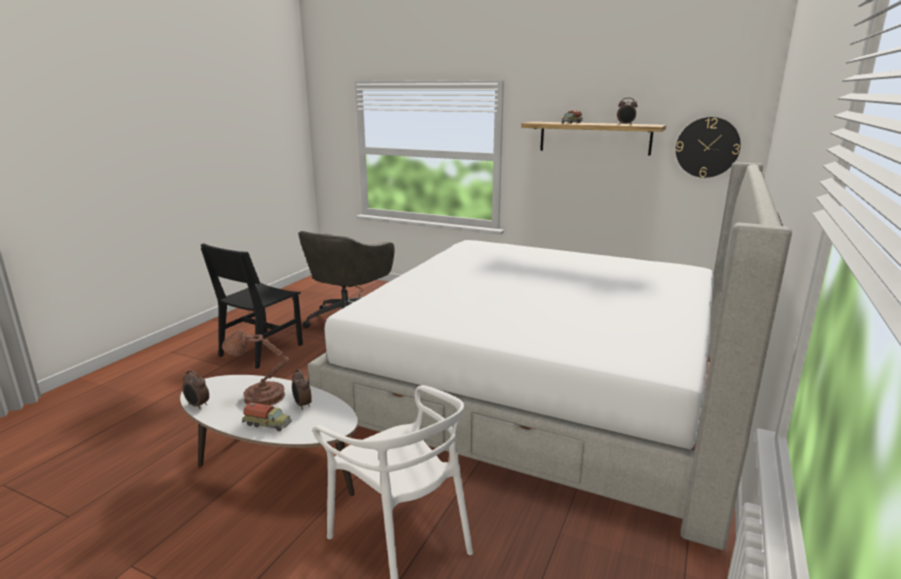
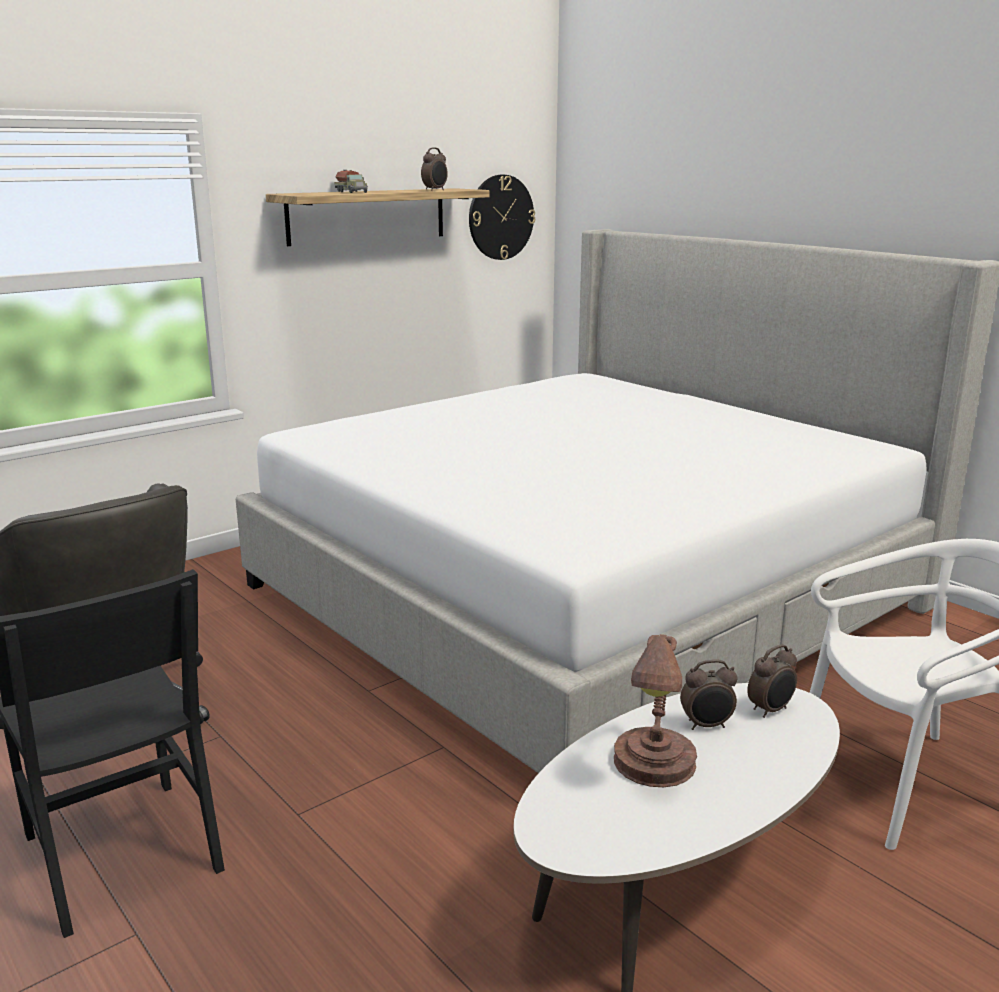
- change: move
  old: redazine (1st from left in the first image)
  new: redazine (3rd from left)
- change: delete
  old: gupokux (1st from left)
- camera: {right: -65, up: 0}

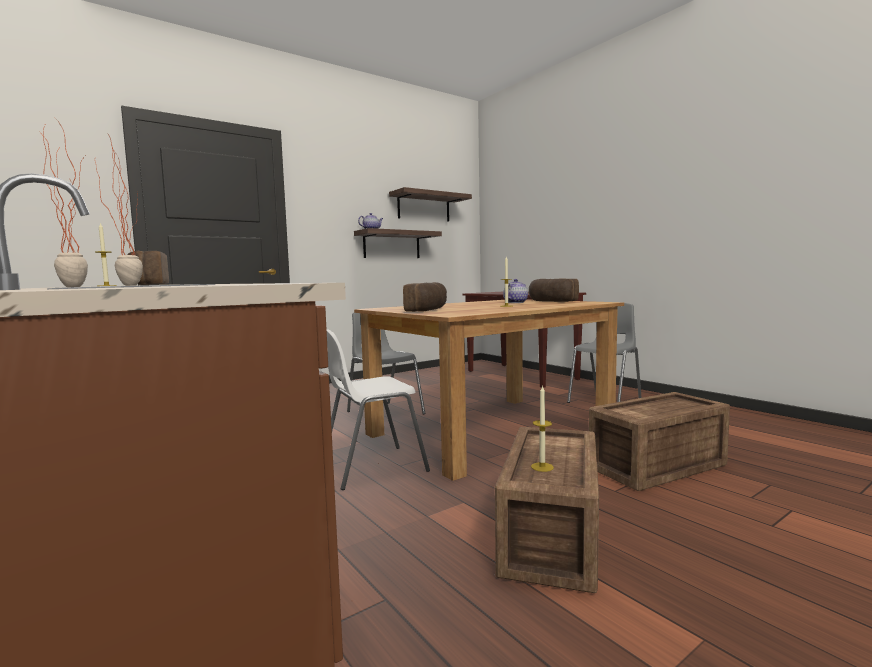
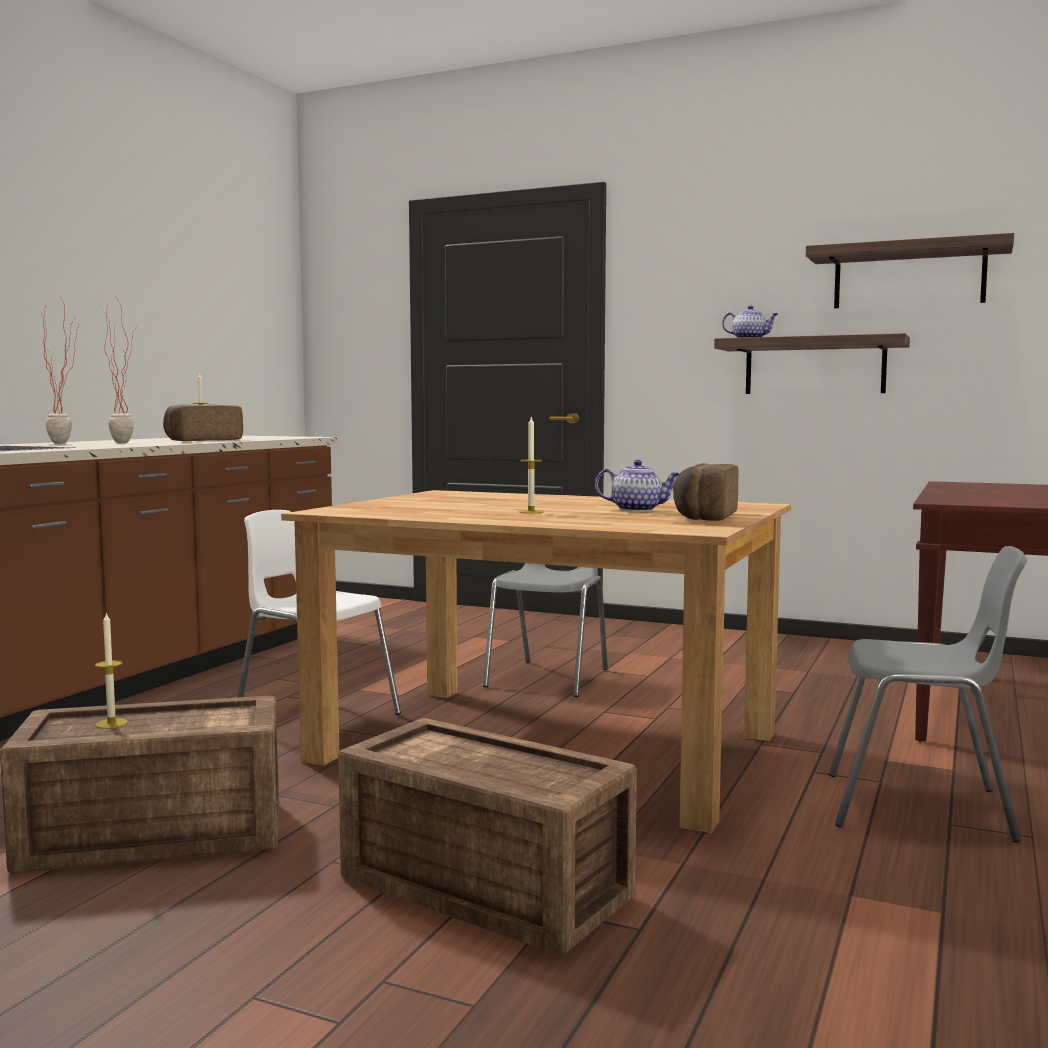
- change: delete
  old: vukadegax (2nd from left)
- camera: {right: 60, up: 0}

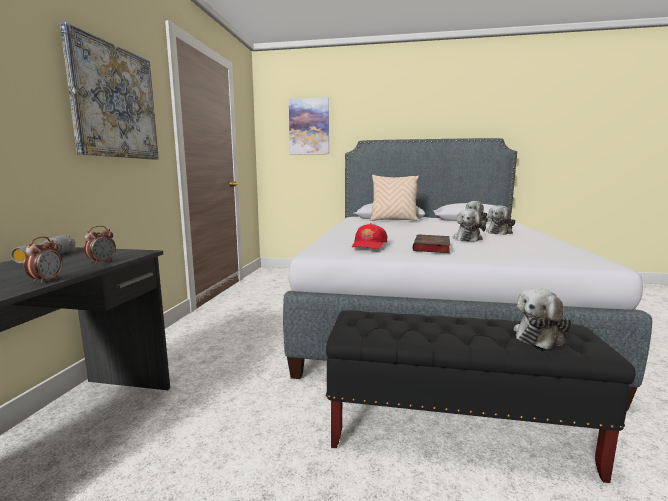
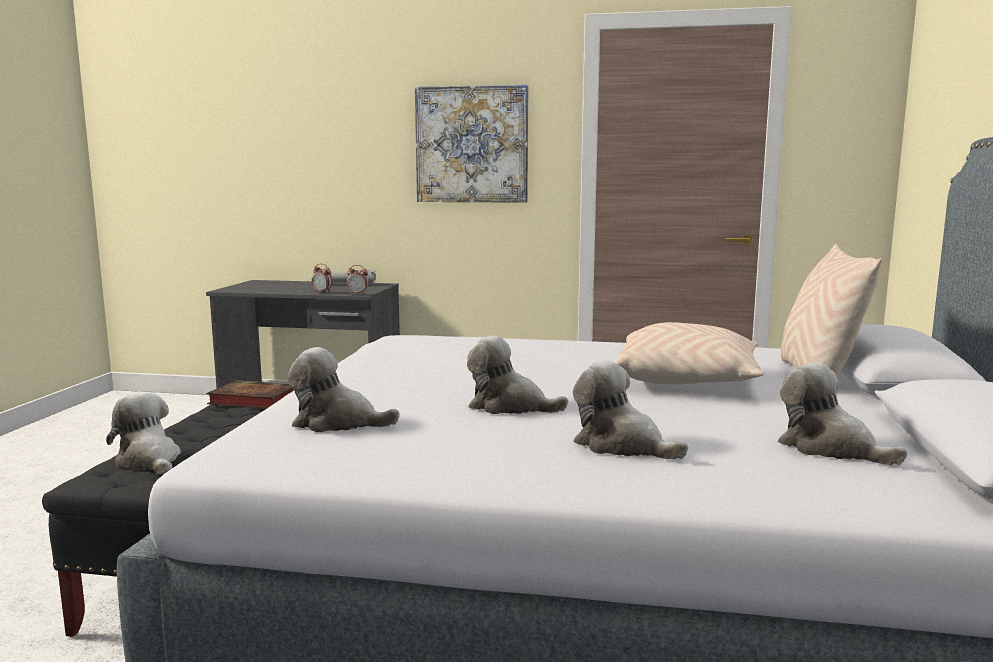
- change: delete
  old: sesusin (2nd from left)
- change: delete
  old: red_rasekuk
- change: move
  old: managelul
- change: move
  old: redazine (1st from left in the first image)
  new: redazine (2nd from left)
- change: insert
  new: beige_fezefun (1st from left)
- change: insert
  new: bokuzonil (2nd from left)
- camera: {right: 90, up: 0}

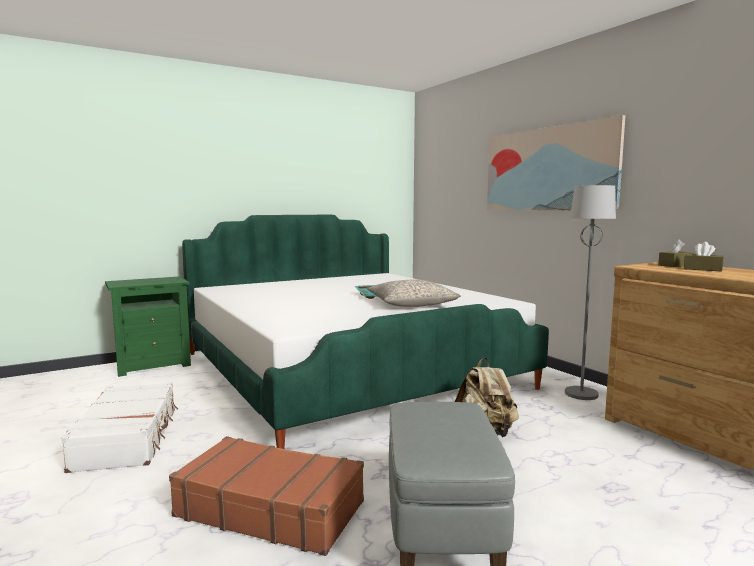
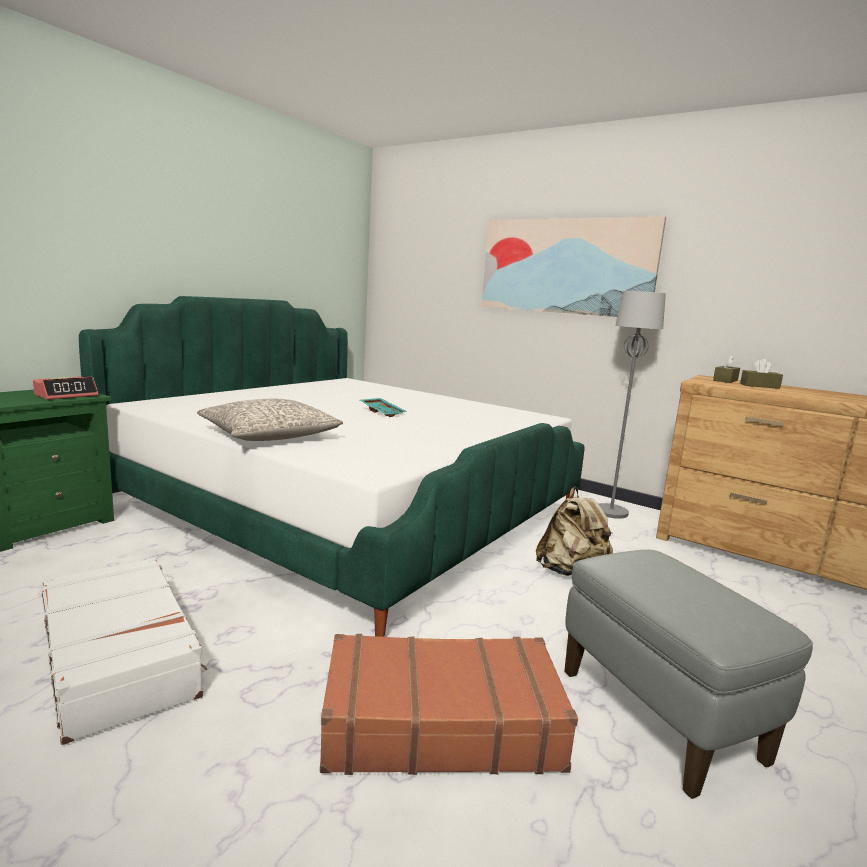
- change: move
  old: grey_fezefun
- change: insert
  new: redazine
- camera: {right: -25, up: 5}

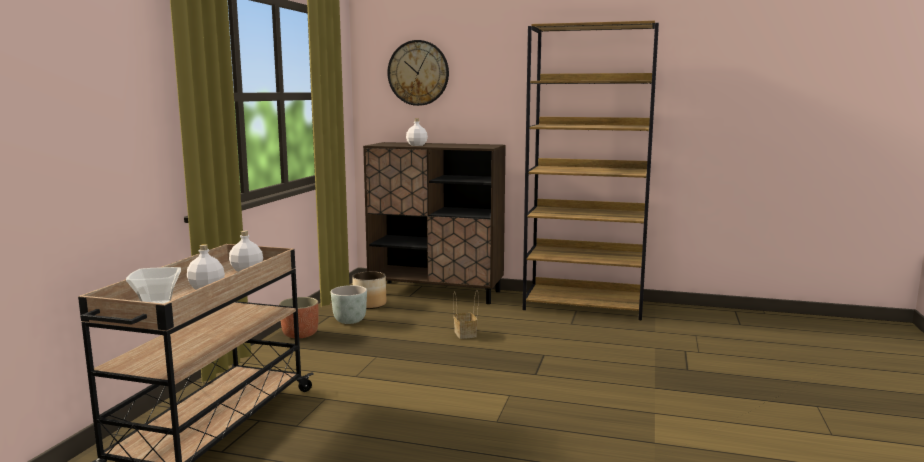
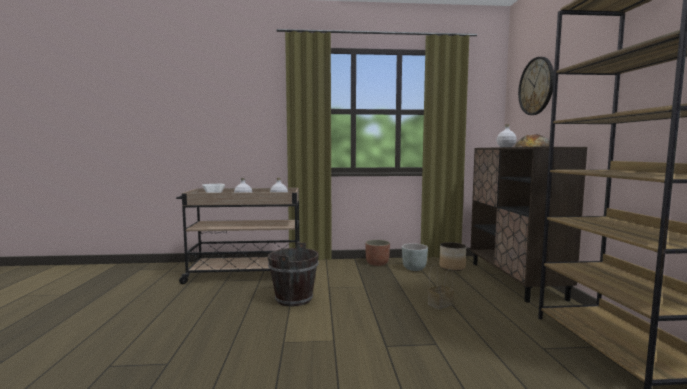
- change: insert
  new: vukadegax
- change: insert
  new: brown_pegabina
- camera: {right: 70, up: -5}

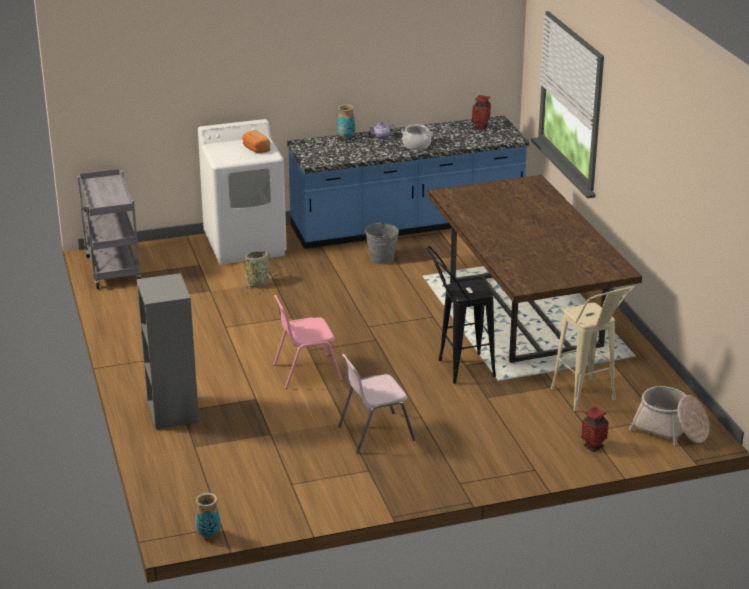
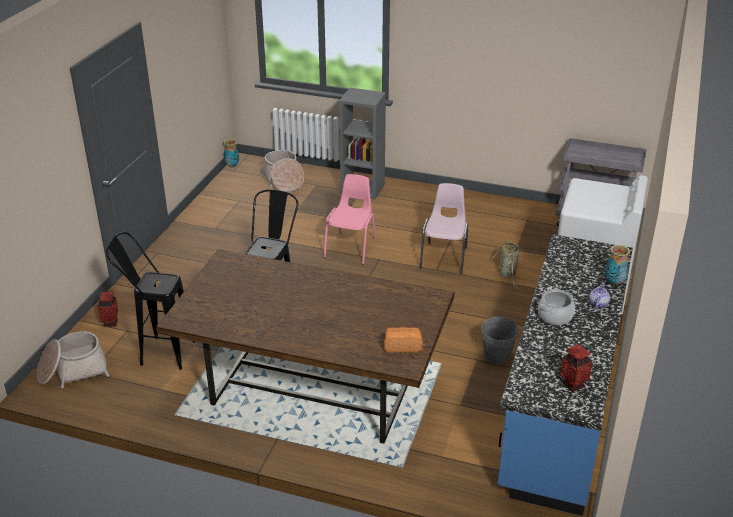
- change: move
  old: vukadegax
- change: recolor
  old: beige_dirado
  new: black_dirado (1st from left)
- change: move
  old: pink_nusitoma (2nd from left)
- change: insert
  new: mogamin (2nd from left)
- camera: {right: 125, up: 5}

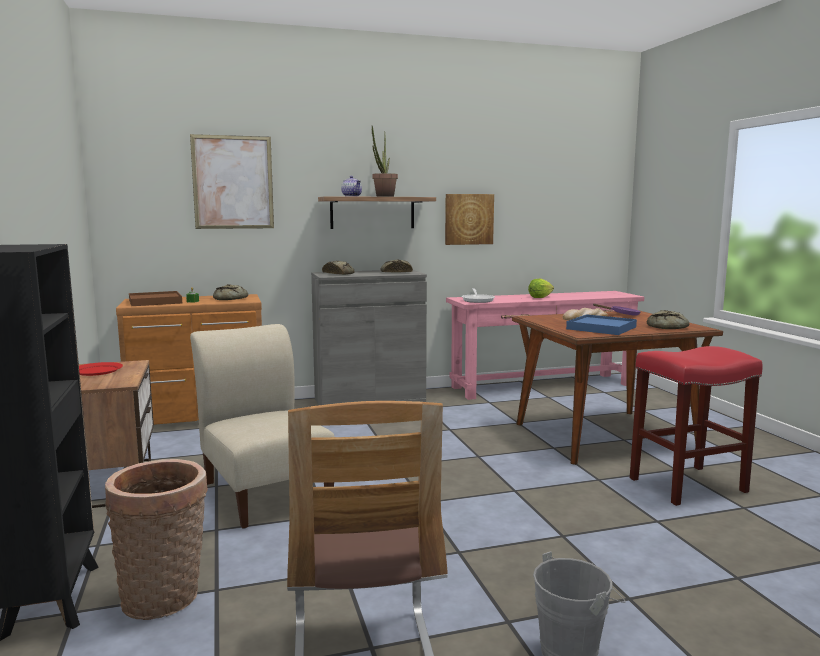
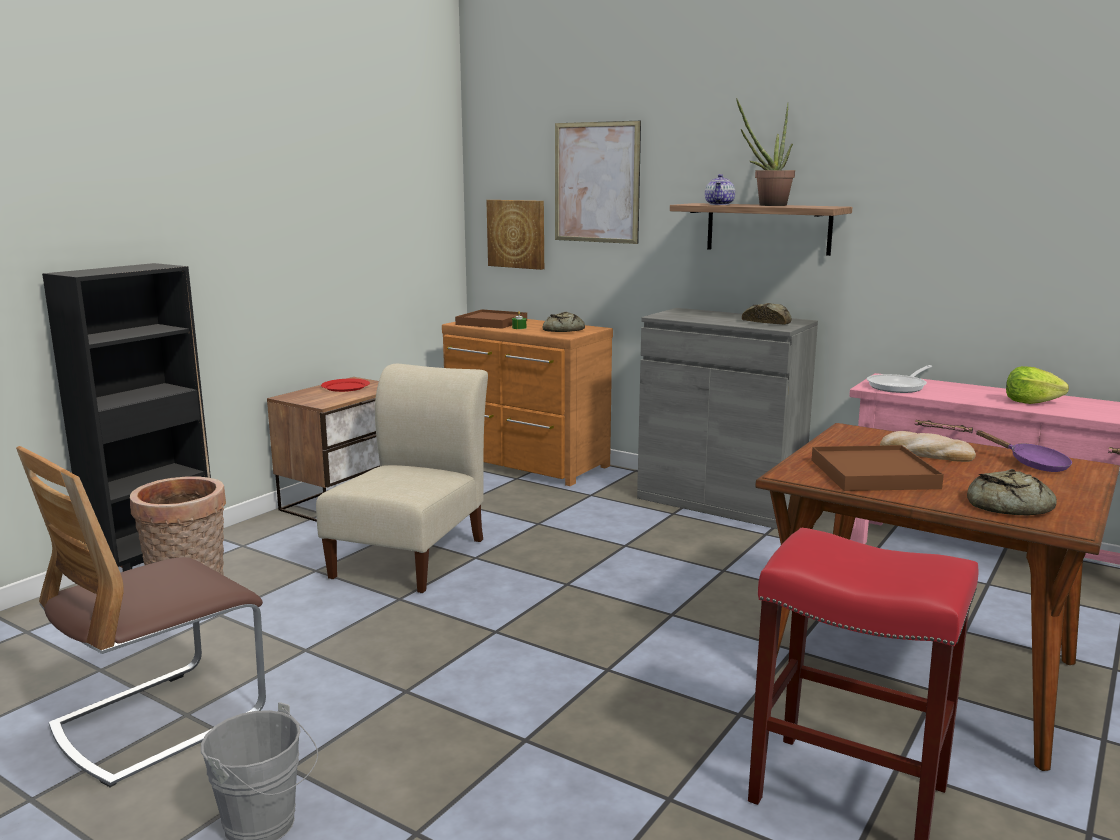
- change: move
  old: sesusin (2nd from left in the first image)
  new: sesusin (1st from left)
- change: delete
  old: vukadegax (2nd from left)
- change: recolor
  old: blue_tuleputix
  new: brown_tuleputix (2nd from left)
- camera: {right: 50, up: 5}

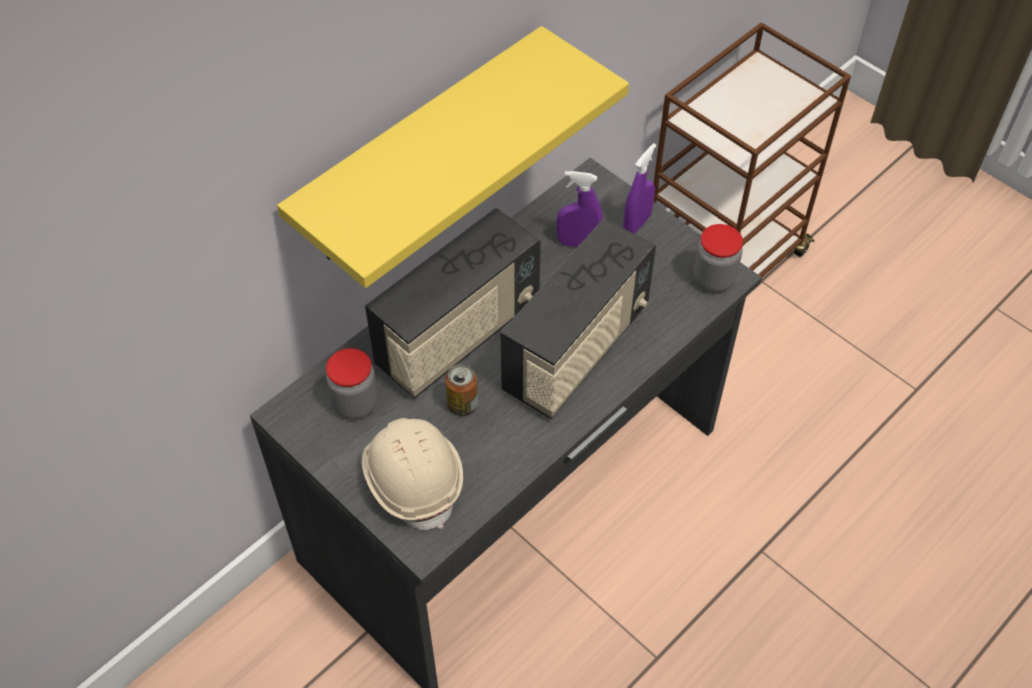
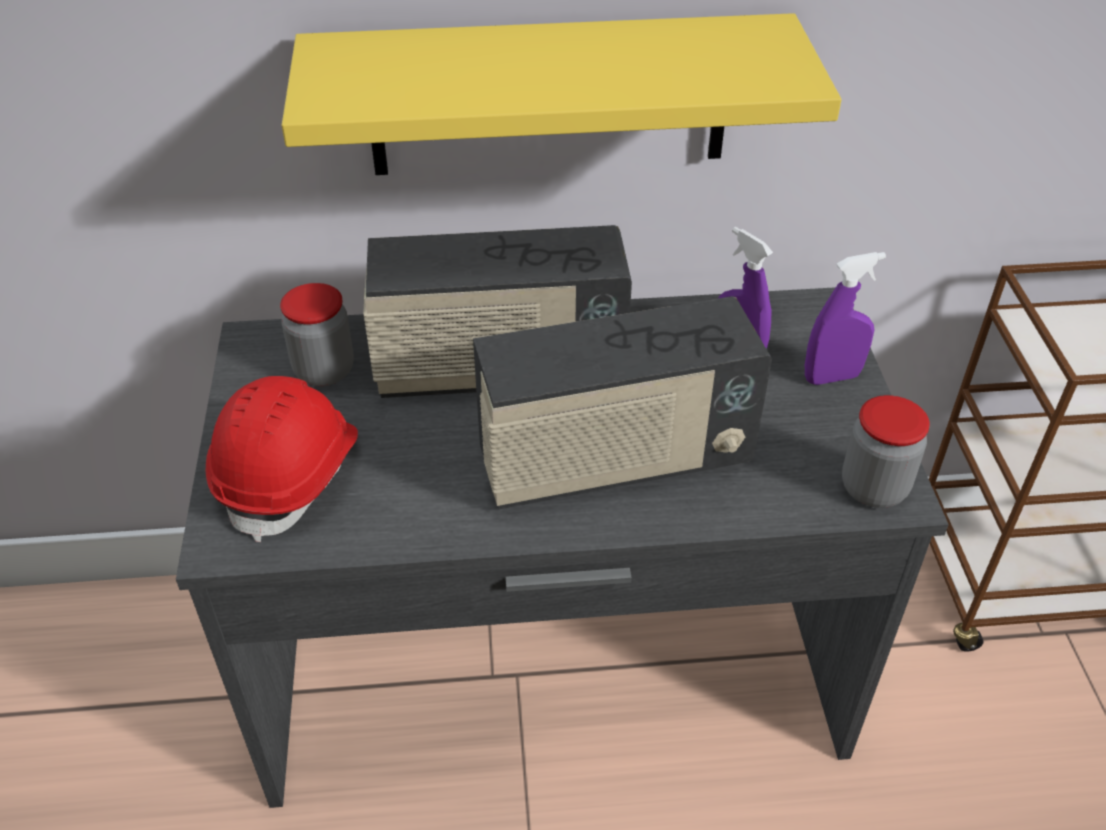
- change: delete
  old: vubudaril
- change: recolor
  old: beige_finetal
  new: red_finetal
- camera: {right: 40, up: -10}

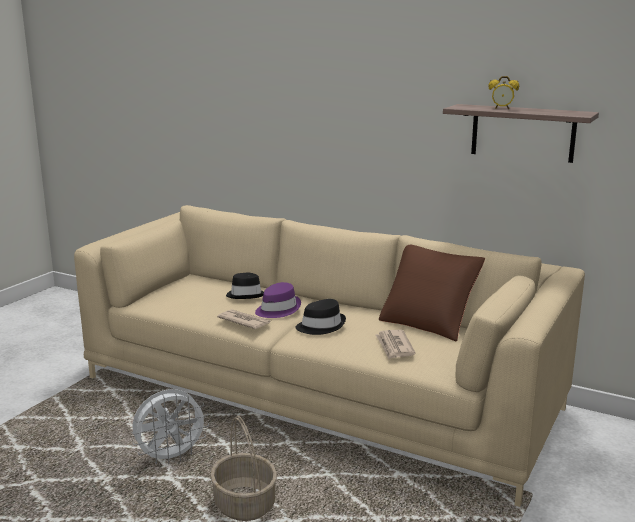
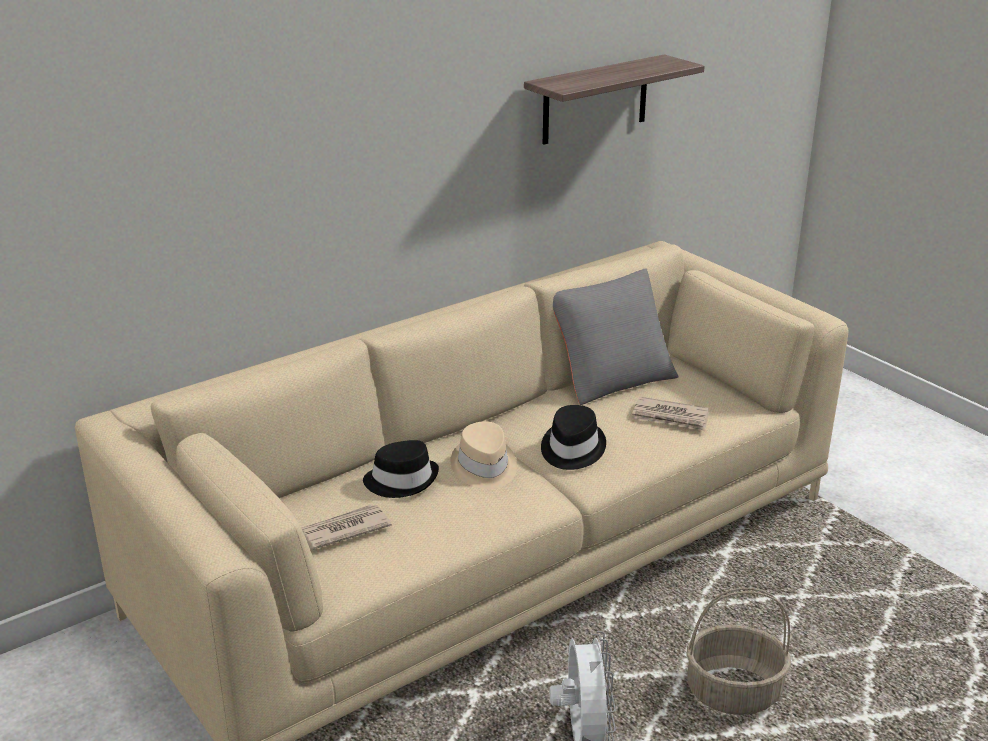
- change: delete
  old: redazine
- change: recolor
  old: brown_fezefun
  new: grey_fezefun
- change: recolor
  old: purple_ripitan
  new: beige_ripitan
- change: move
  old: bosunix (1st from left)
- camera: {right: -65, up: 10}

